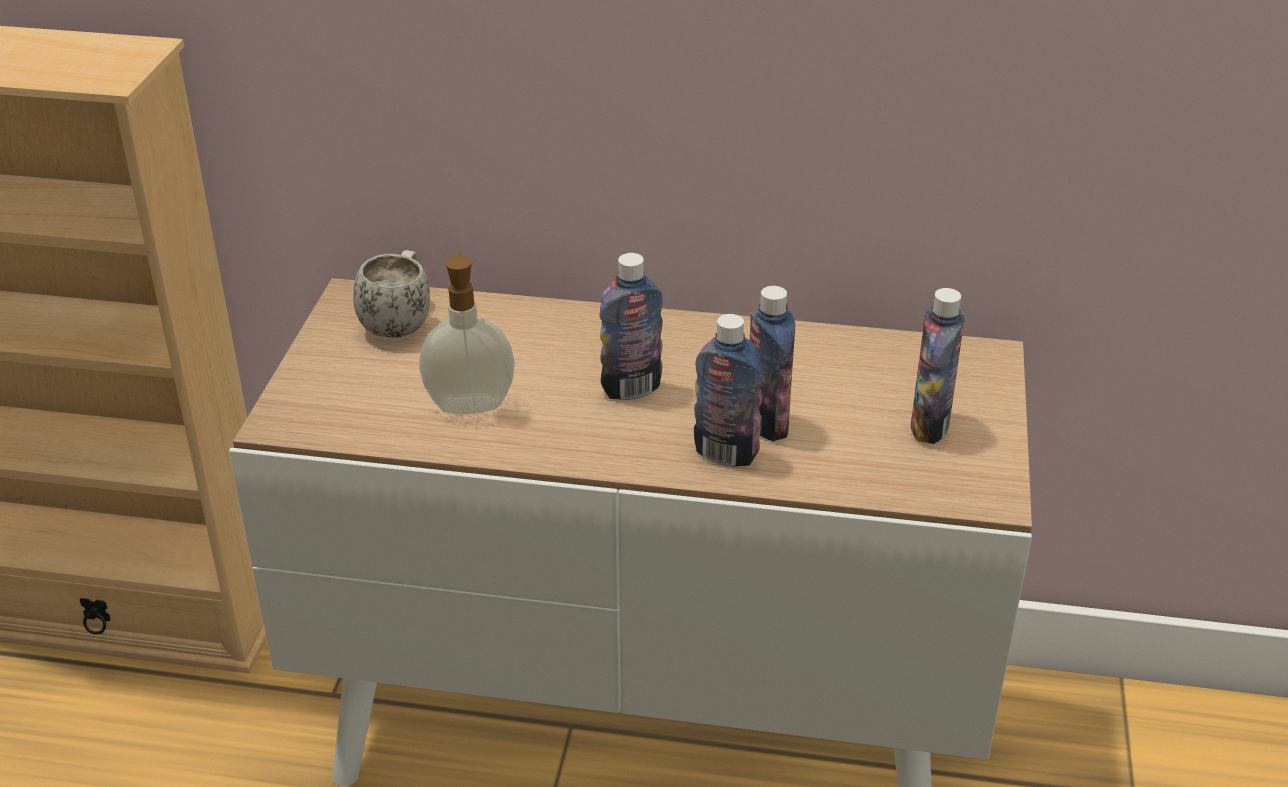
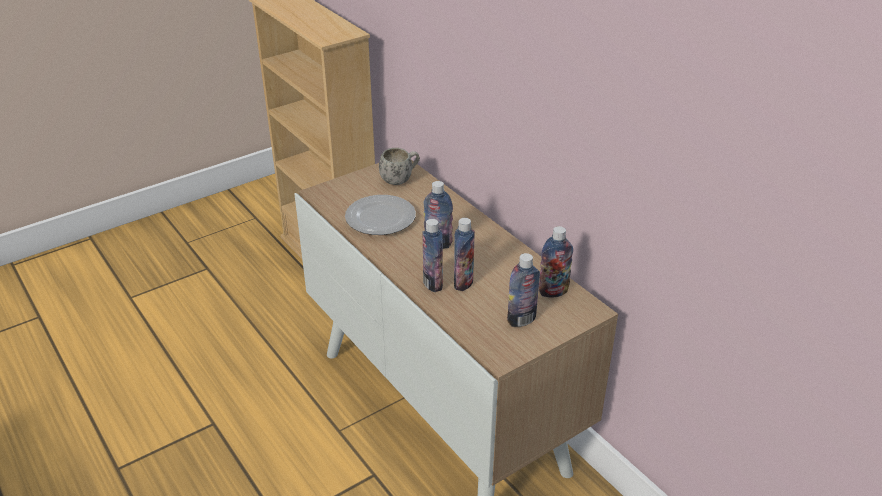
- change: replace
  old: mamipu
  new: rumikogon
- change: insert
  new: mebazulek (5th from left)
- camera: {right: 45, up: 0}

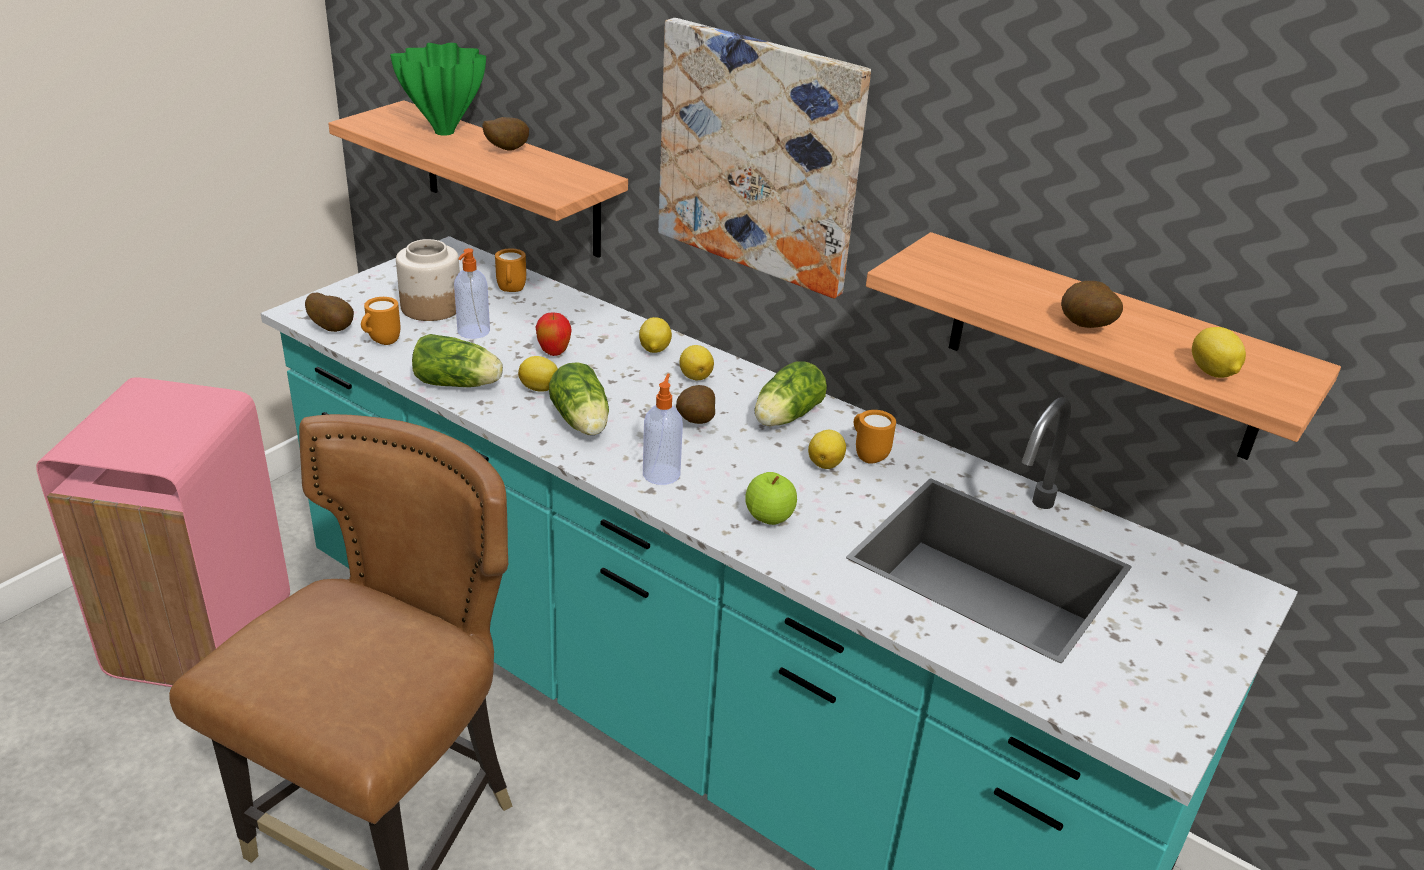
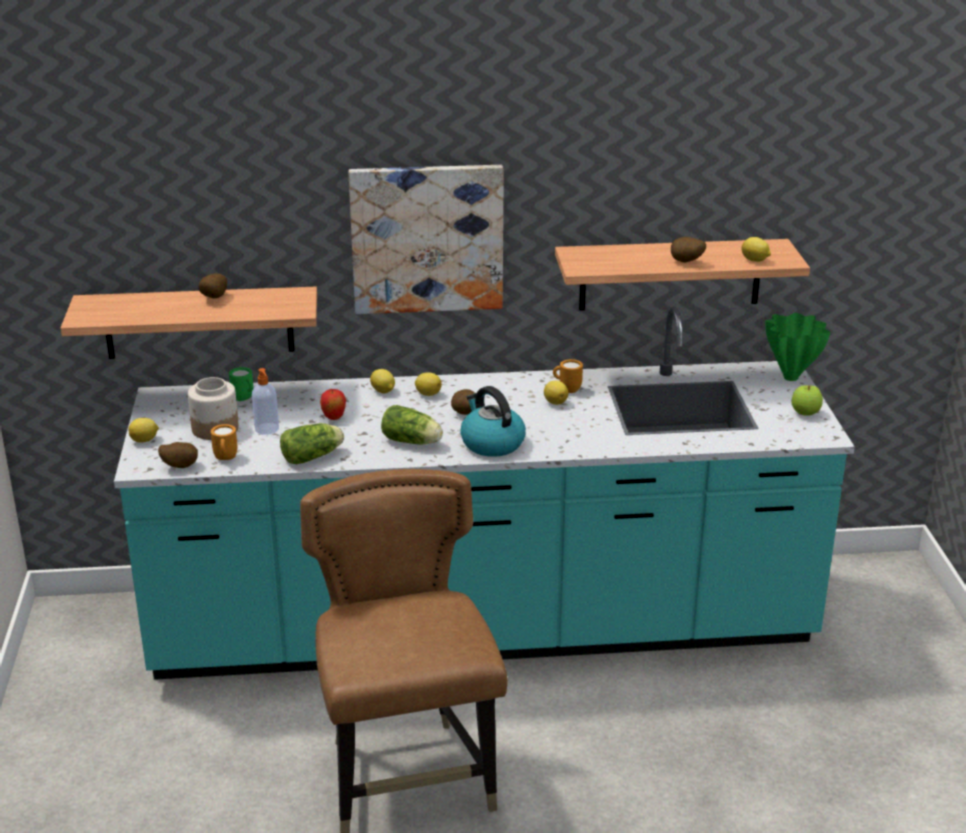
- change: move
  old: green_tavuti
- change: recolor
  old: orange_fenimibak (2nd from left)
  new: green_fenimibak
- change: move
  old: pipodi (1st from left)
- change: delete
  old: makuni (3rd from left)
- change: replace
  old: mamipu (2nd from left)
  new: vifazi
- change: delete
  old: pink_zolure
- change: move
  old: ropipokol (2nd from left)
- camera: {right: -40, up: -5}

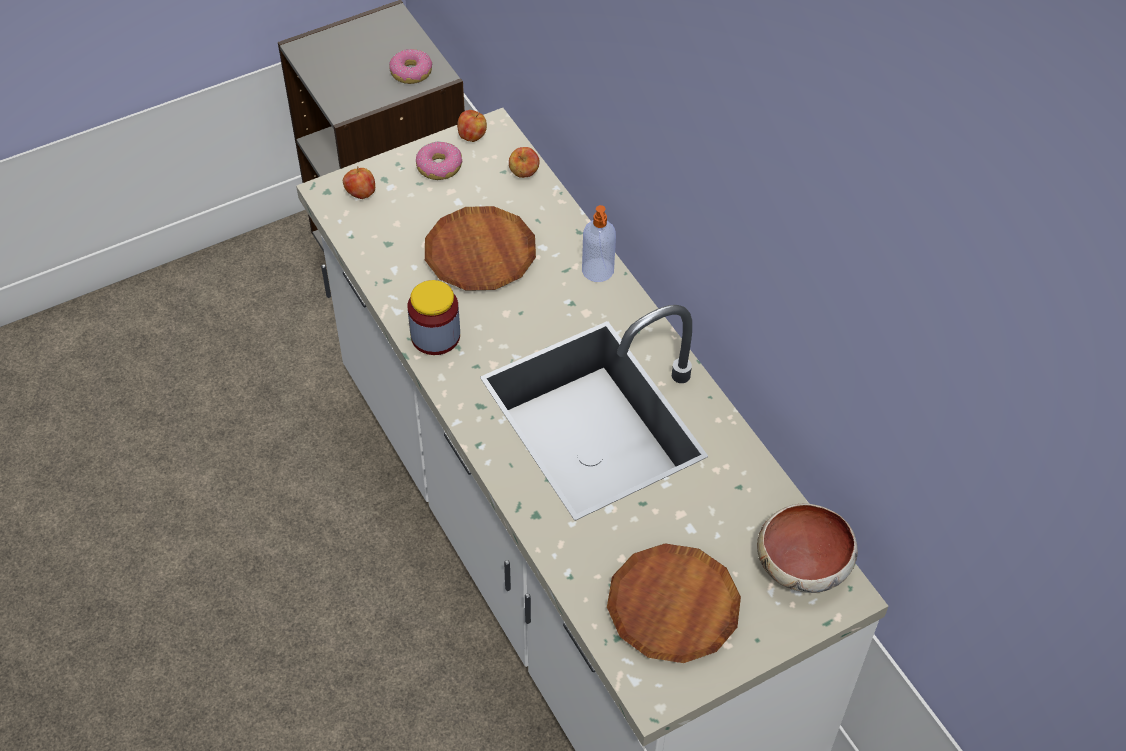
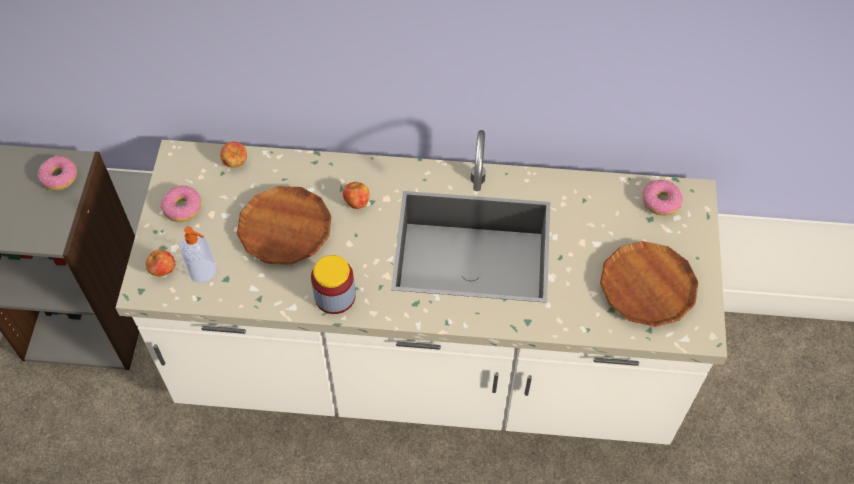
- change: move
  old: ropipokol (2nd from left in the first image)
  new: ropipokol (3rd from left)
- change: move
  old: mamipu
- change: replace
  old: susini
  new: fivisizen (3rd from left)
- camera: {right: -55, up: 5}

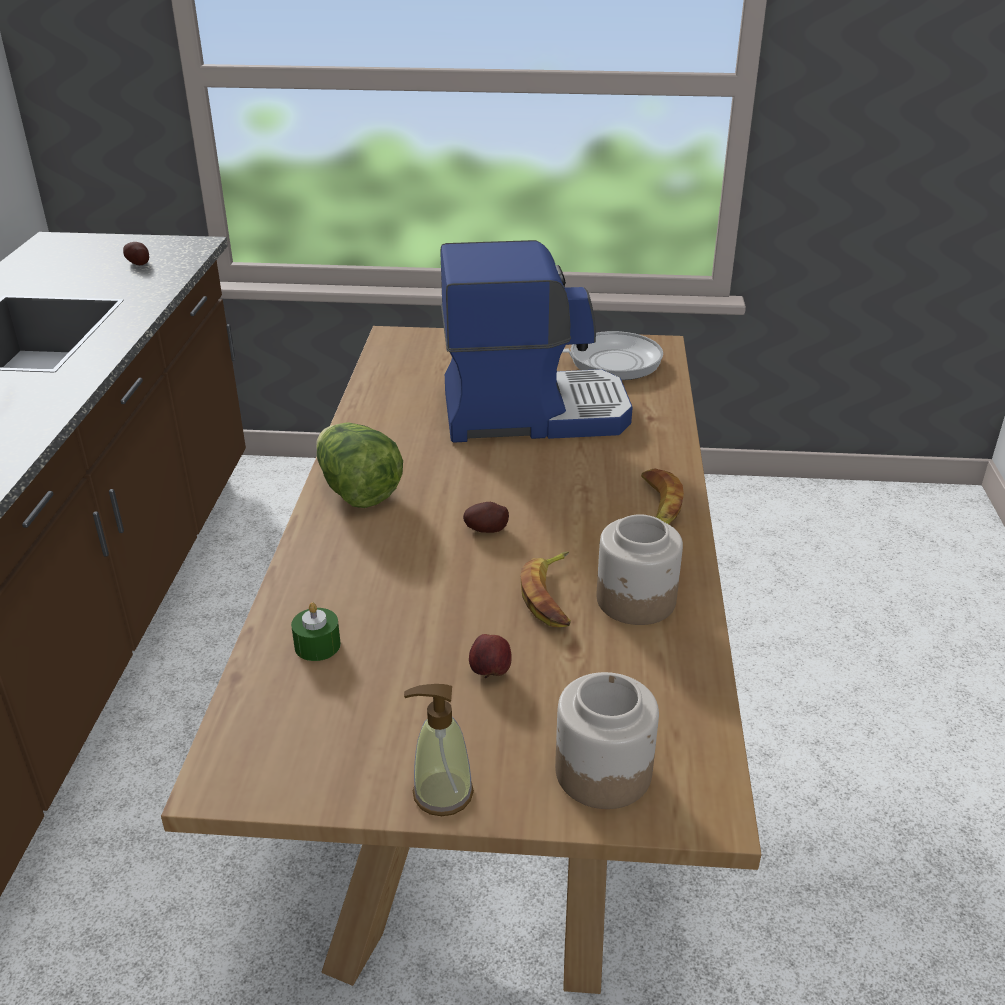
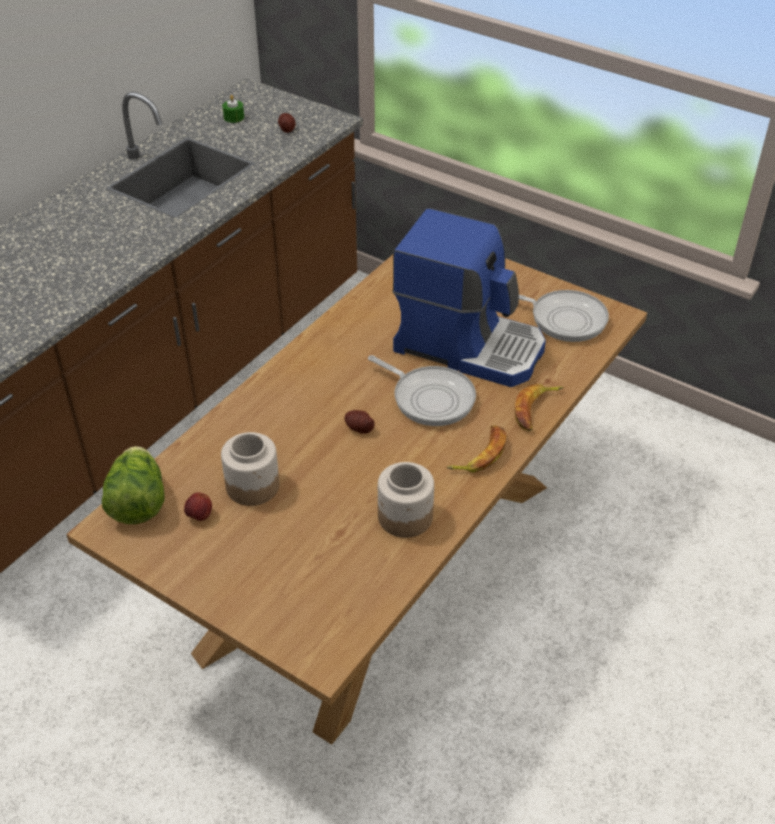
- change: move
  old: makuni
- change: move
  old: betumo (1st from left in the first image)
  new: betumo (2nd from left)
- change: move
  old: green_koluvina
- change: move
  old: ropipokol
- change: move
  old: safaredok (1st from left)
- change: delete
  old: mamipu
- change: insert
  new: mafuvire (1st from left)
- camera: {right: 30, up: 10}

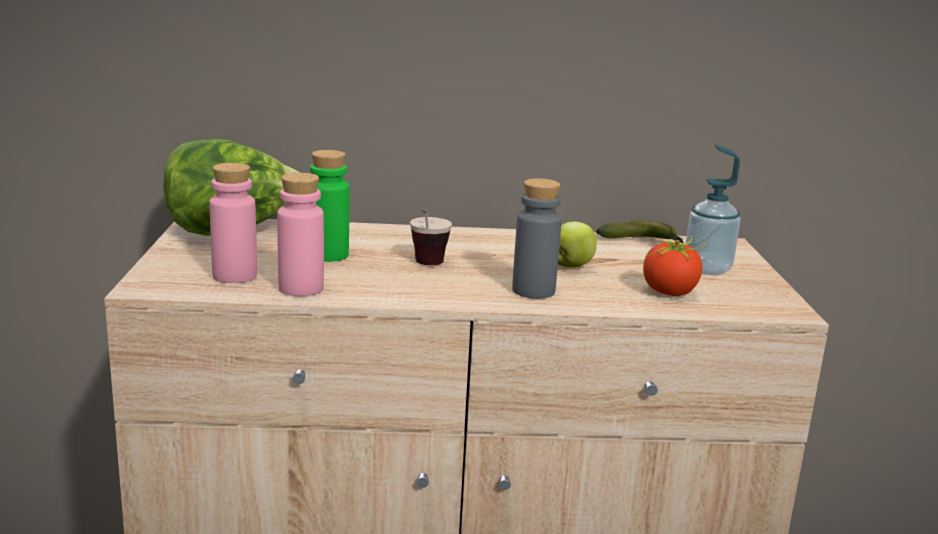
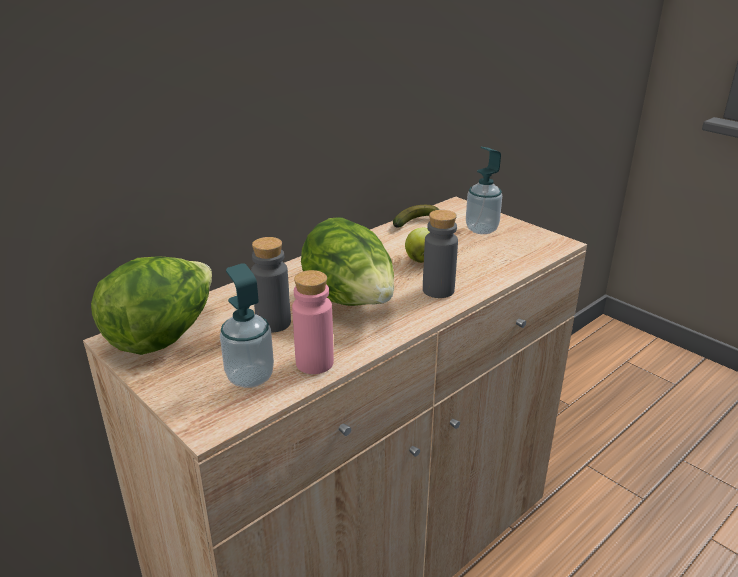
- change: recolor
  old: green_mebazulek
  new: grey_mebazulek (1st from left)
- change: replace
  old: pink_mebazulek (1st from left)
  new: mamipu (1st from left)
- change: replace
  old: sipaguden
  new: makuni (2nd from left)
- change: delete
  old: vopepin
- camera: {right: -40, up: 10}

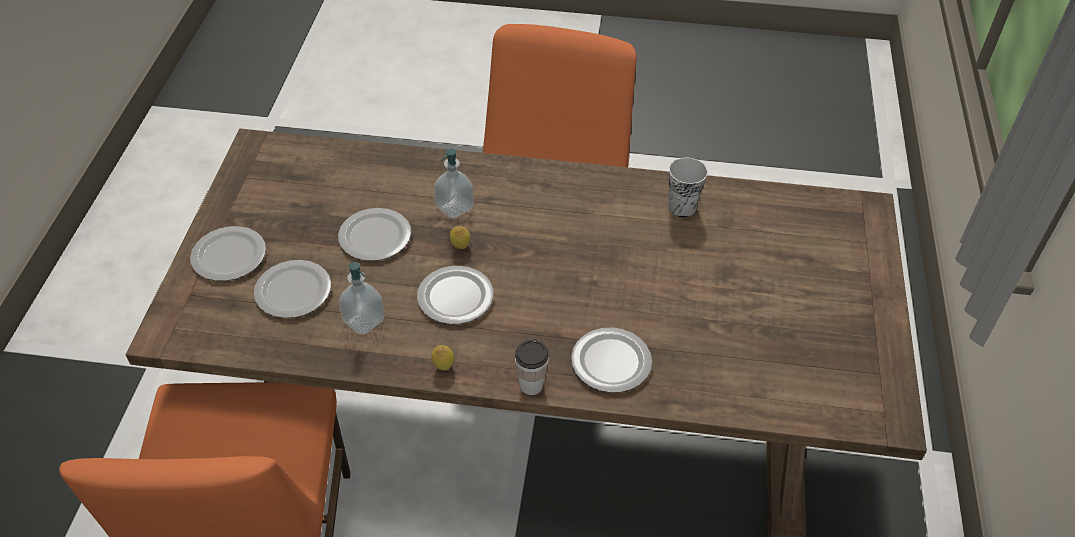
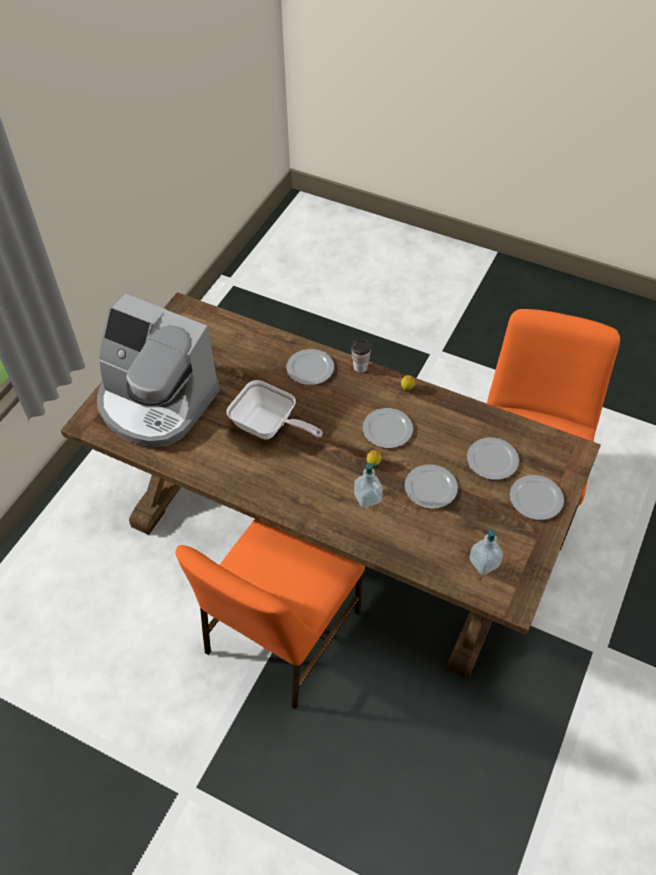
- change: delete
  old: sipaguden (2nd from left)
- change: move
  old: mamipu (1st from left in the first image)
  new: mamipu (2nd from left)
- change: insert
  new: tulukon
- change: insert
  new: mafuvire
- camera: {right: -160, up: 5}

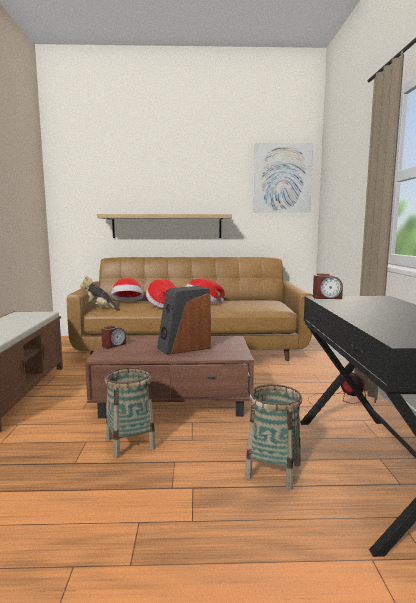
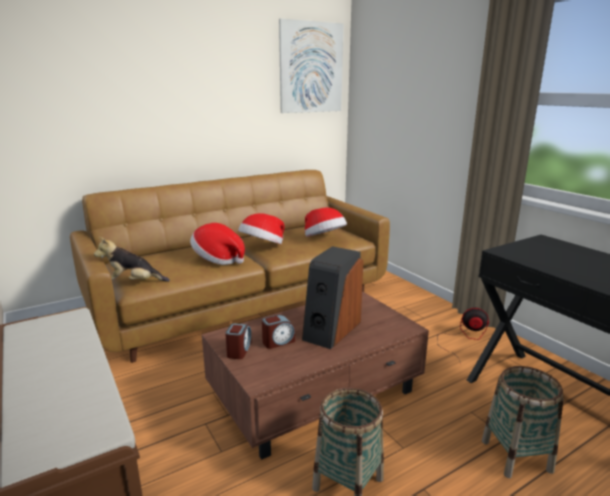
- change: delete
  old: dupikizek
- change: move
  old: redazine (2nd from left)
- change: move
  old: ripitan (1st from left in the first image)
  new: ripitan (3rd from left)
- camera: {right: -30, up: 10}

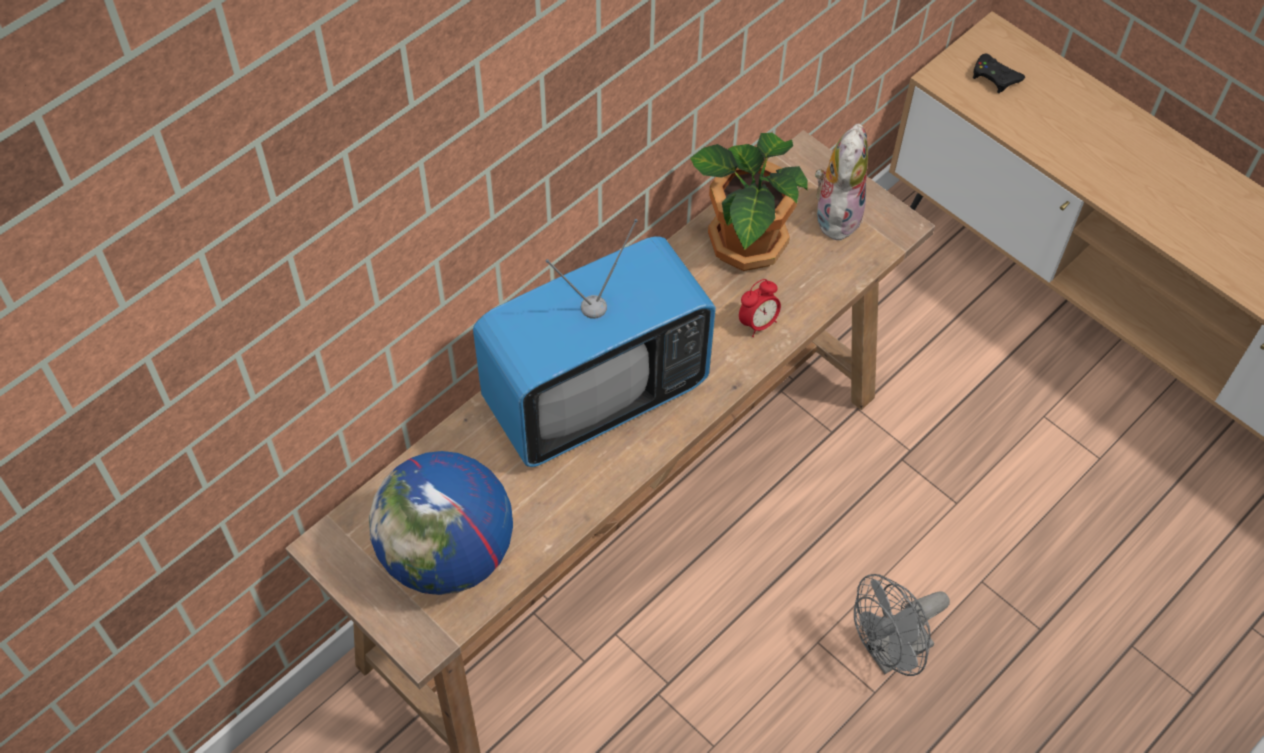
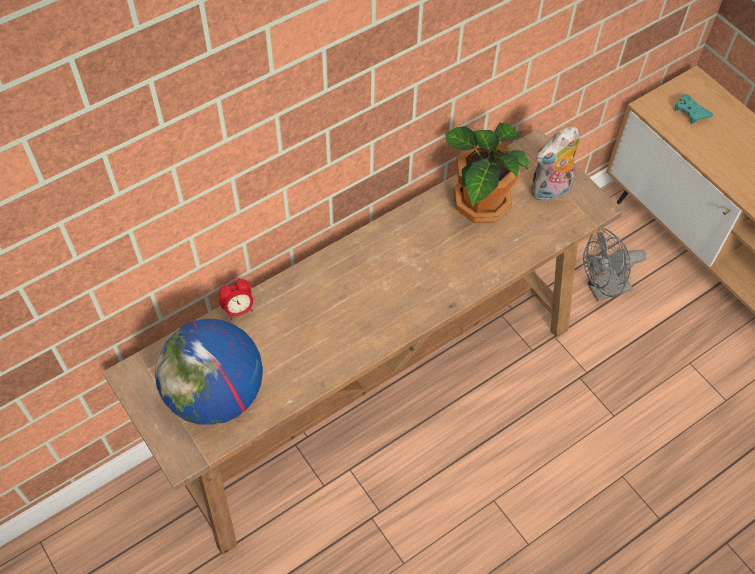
- change: recolor
  old: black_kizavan
  new: turquoise_kizavan
- change: rotate
  old: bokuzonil
  degrees: -150
- change: delete
  old: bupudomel
- change: move
  old: redazine
- change: move
  old: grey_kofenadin
- camera: {right: 10, up: 0}

